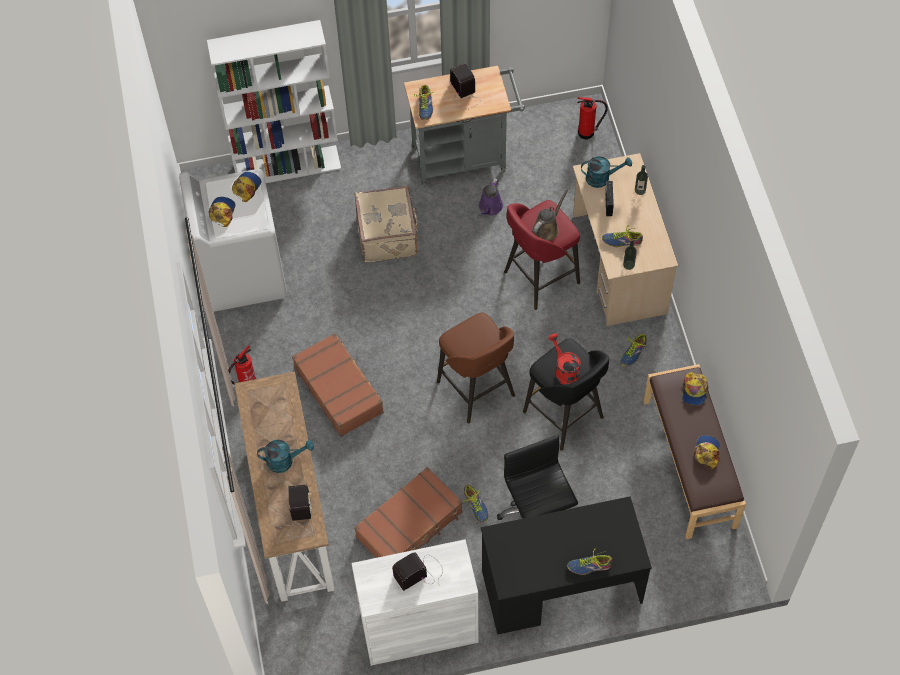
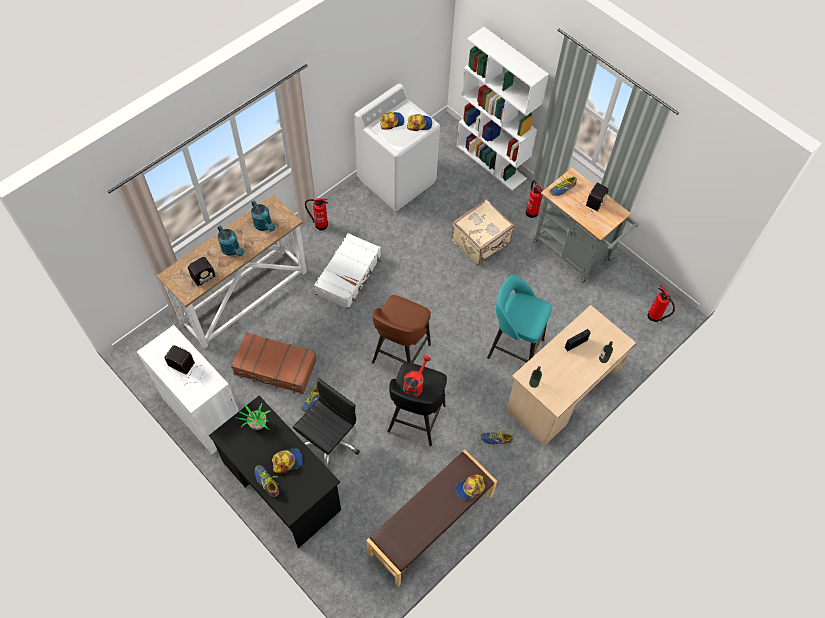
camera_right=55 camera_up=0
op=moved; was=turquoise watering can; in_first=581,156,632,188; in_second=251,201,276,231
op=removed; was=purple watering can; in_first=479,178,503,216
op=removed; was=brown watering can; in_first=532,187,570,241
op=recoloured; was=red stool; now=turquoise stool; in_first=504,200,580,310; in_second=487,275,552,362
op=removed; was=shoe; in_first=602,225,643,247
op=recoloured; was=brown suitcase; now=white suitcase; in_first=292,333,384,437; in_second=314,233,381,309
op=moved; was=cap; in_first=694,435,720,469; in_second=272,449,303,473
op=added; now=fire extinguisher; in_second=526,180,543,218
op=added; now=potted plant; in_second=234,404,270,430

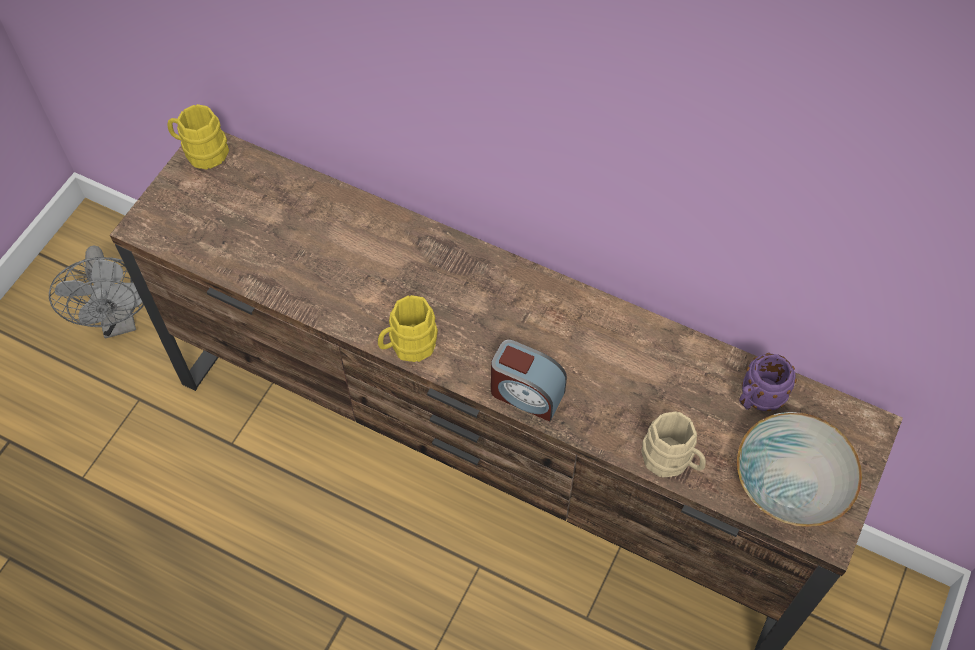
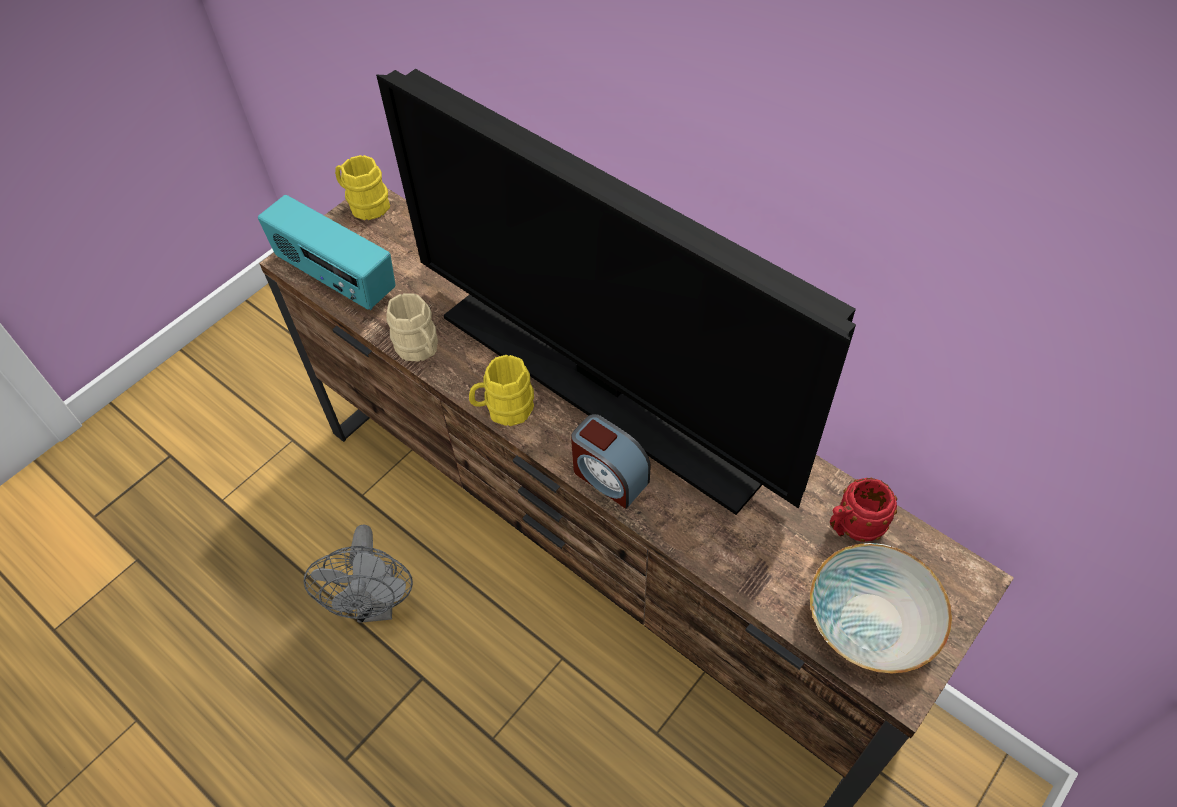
camera_right=15 camera_up=-5
op=moved; was=grey fan; in_first=49,245,144,339; in_second=303,524,413,623
op=recoloured; was=purple mug; now=red mug; in_first=739,353,797,411; in_second=830,478,897,542
op=moved; was=beige mug; in_first=641,412,706,478; in_second=386,293,438,361
op=added; now=television; in_second=376,69,856,515
op=added; now=radio; in_second=258,195,395,310

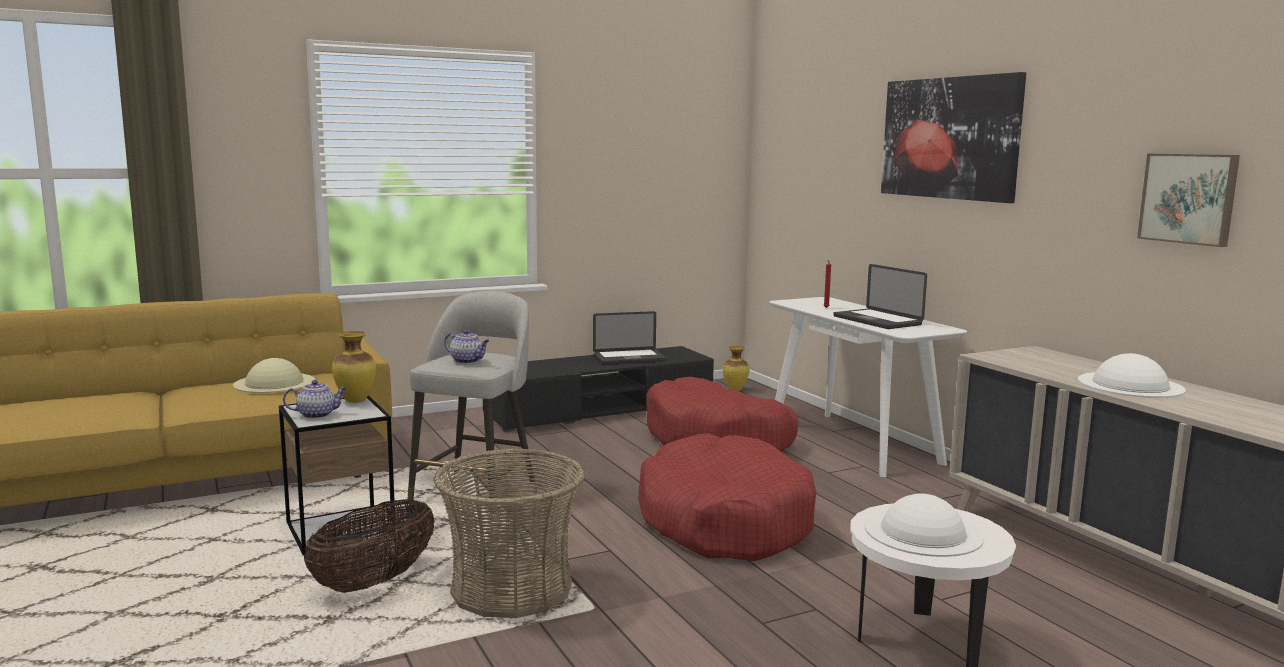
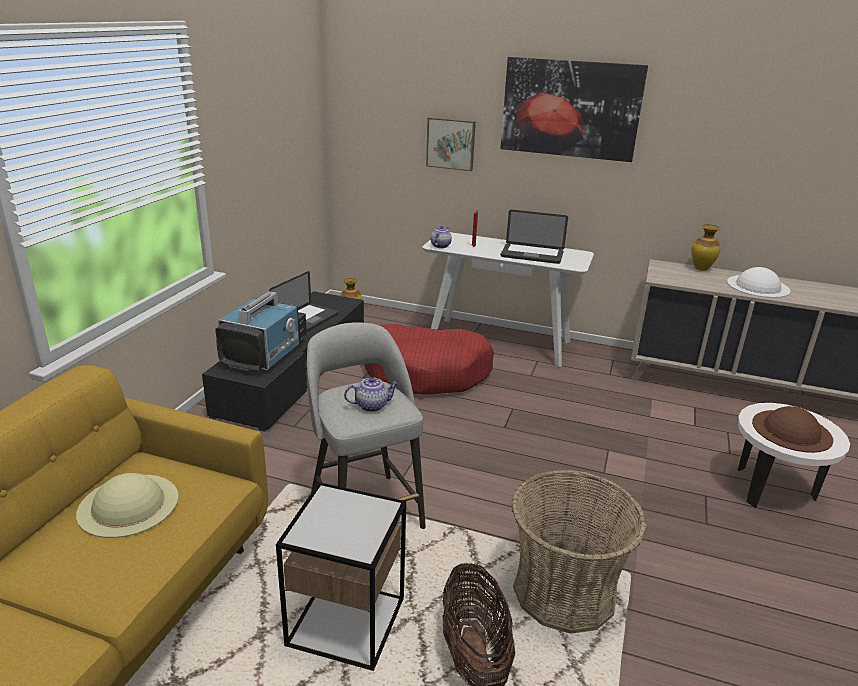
camera_right=-45 camera_up=15
op=moved; was=picture; in_first=1137,154,1240,247; in_second=426,117,476,171
op=moved; was=vase; in_first=332,331,376,403; in_second=691,225,721,271
op=moved; was=teapot; in_first=283,380,347,419; in_second=431,226,452,248
op=removed; was=red dog bed; in_first=638,433,816,561
op=recoloured; was=white hat; now=brown hat; in_first=865,494,984,557; in_second=752,406,834,453
op=added; now=television; in_second=215,291,307,371

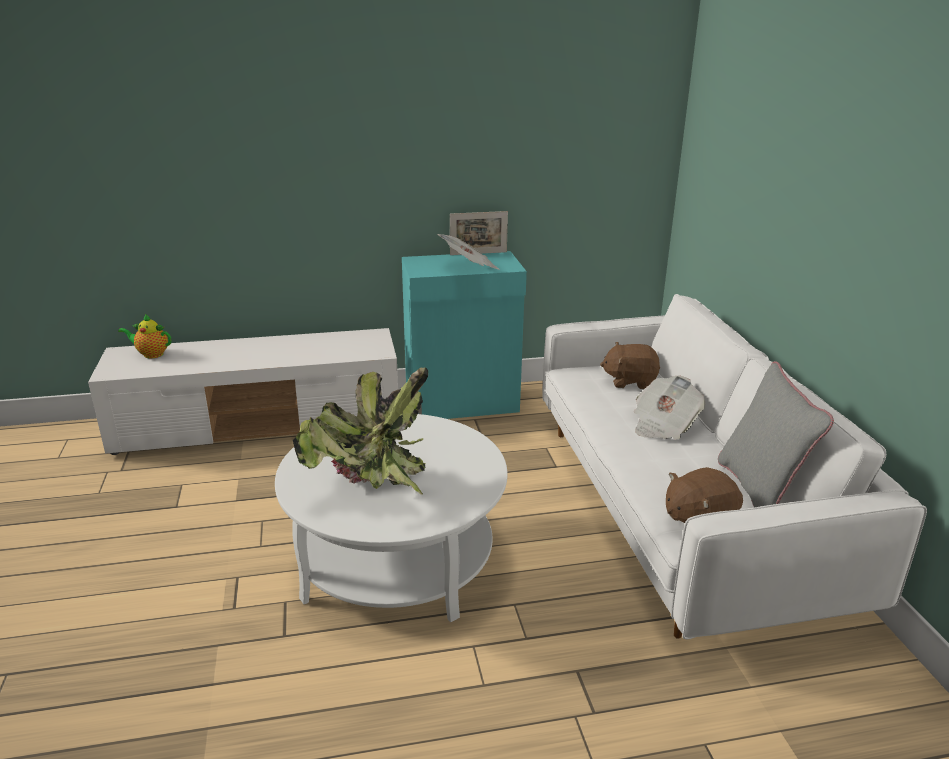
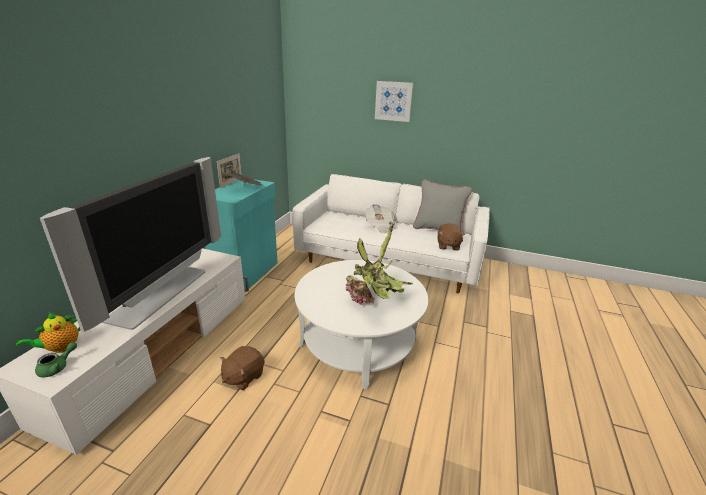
camera_right=-60 camera_up=0
op=moved; was=brown plush toy; in_first=600,342,660,389; in_second=220,346,265,390
op=added; now=picture; in_second=375,81,413,122
op=added; now=television; in_second=40,157,221,332
op=added; now=green teapot; in_second=35,342,77,377

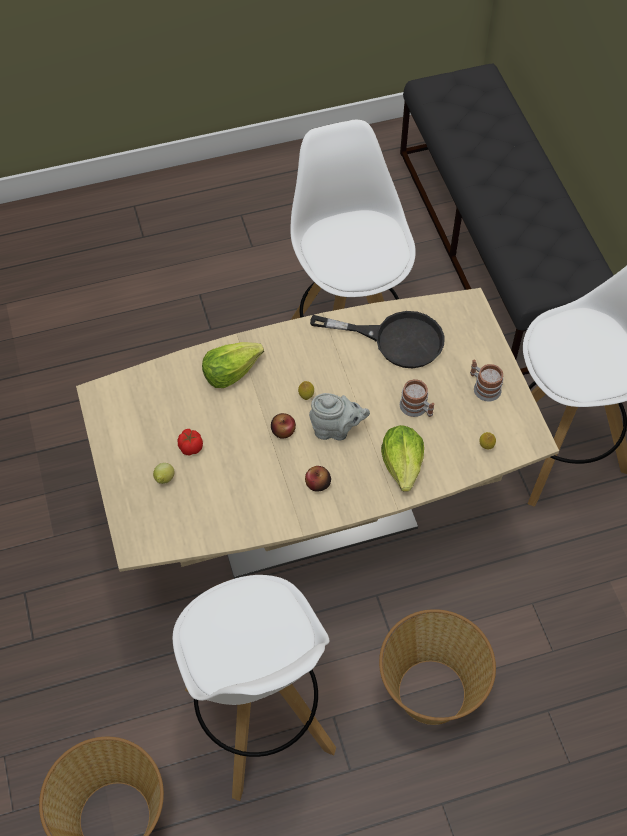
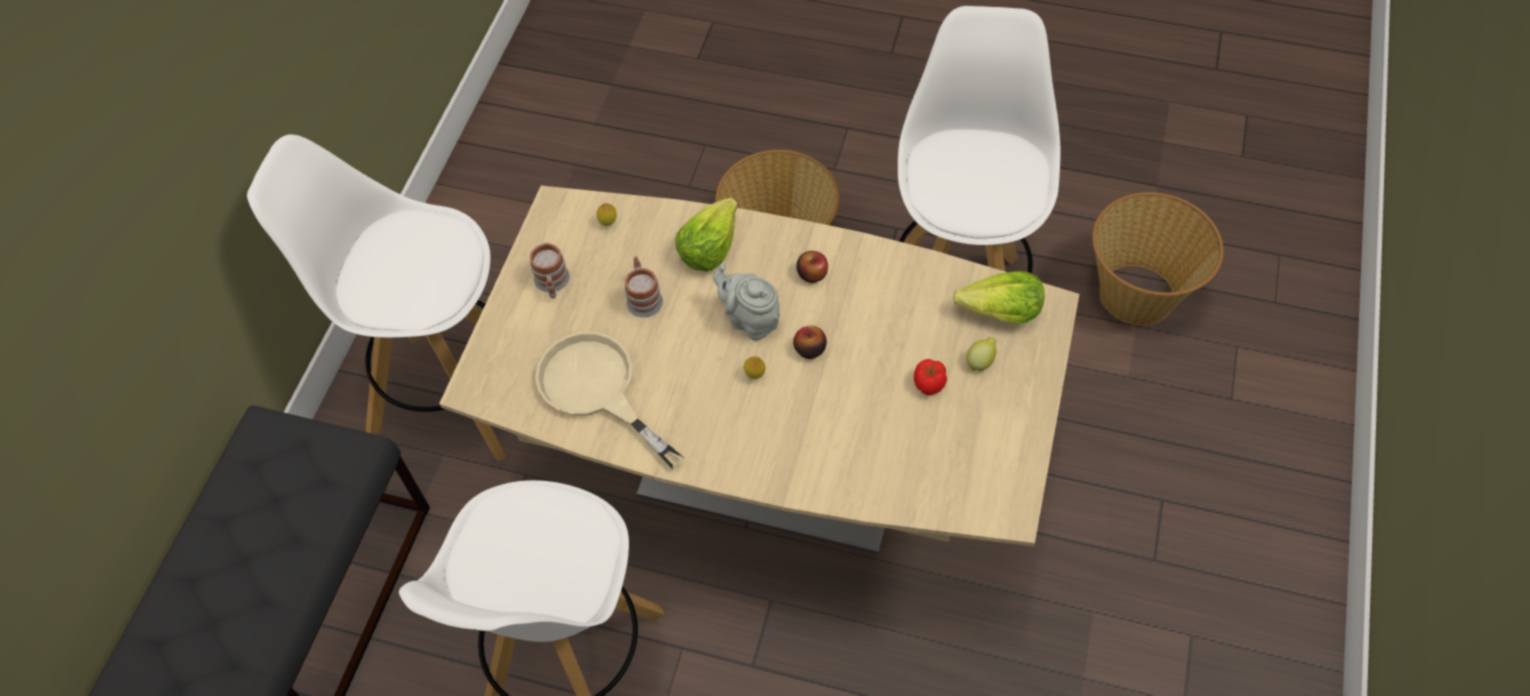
camera_right=-145 camera_up=0
op=recoloured; was=black frying pan; now=beige frying pan; in_first=310,311,445,368; in_second=535,332,685,469
op=moved; was=lettuce; in_first=202,342,264,388; in_second=953,271,1045,323

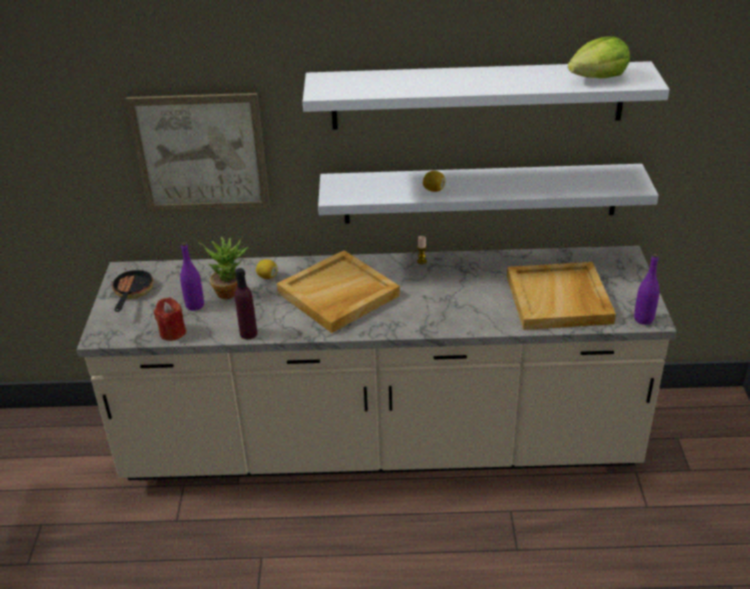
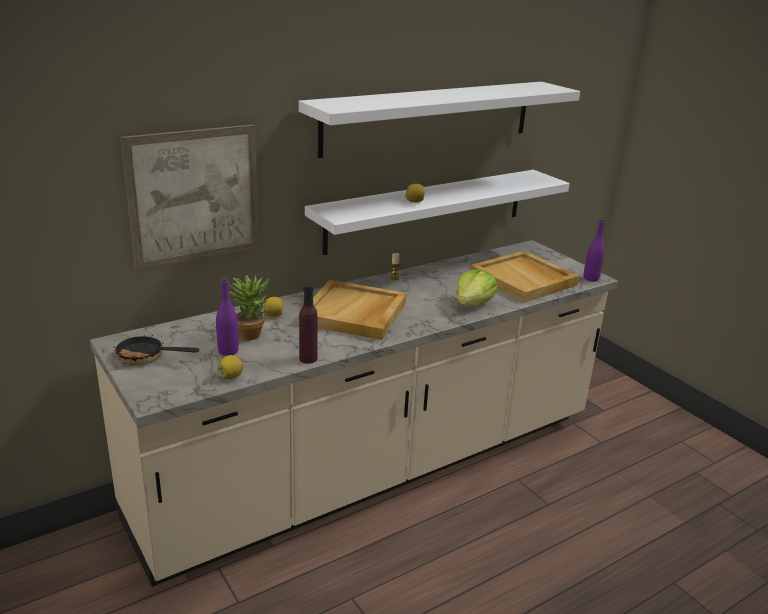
camera_right=-35 camera_up=-10
op=moved; was=lettuce; in_first=568,36,630,78; in_second=456,269,498,306
op=turned; was=frying pan; in_first=112,263,154,312; in_second=113,329,199,365; clockwise=-45
op=replaced; was=red candle; now=lemon; in_first=153,297,186,341; in_second=217,355,243,379

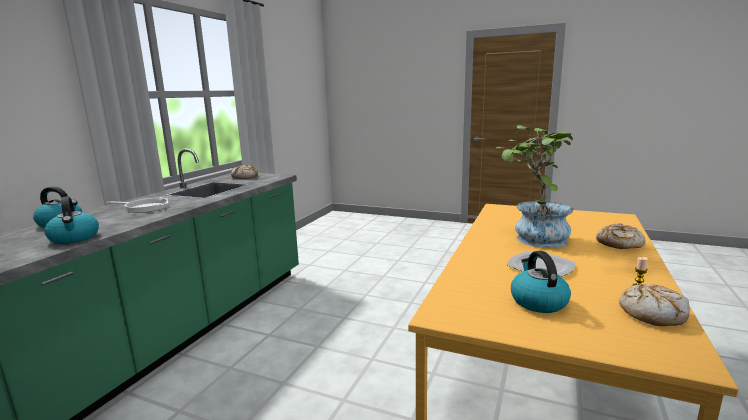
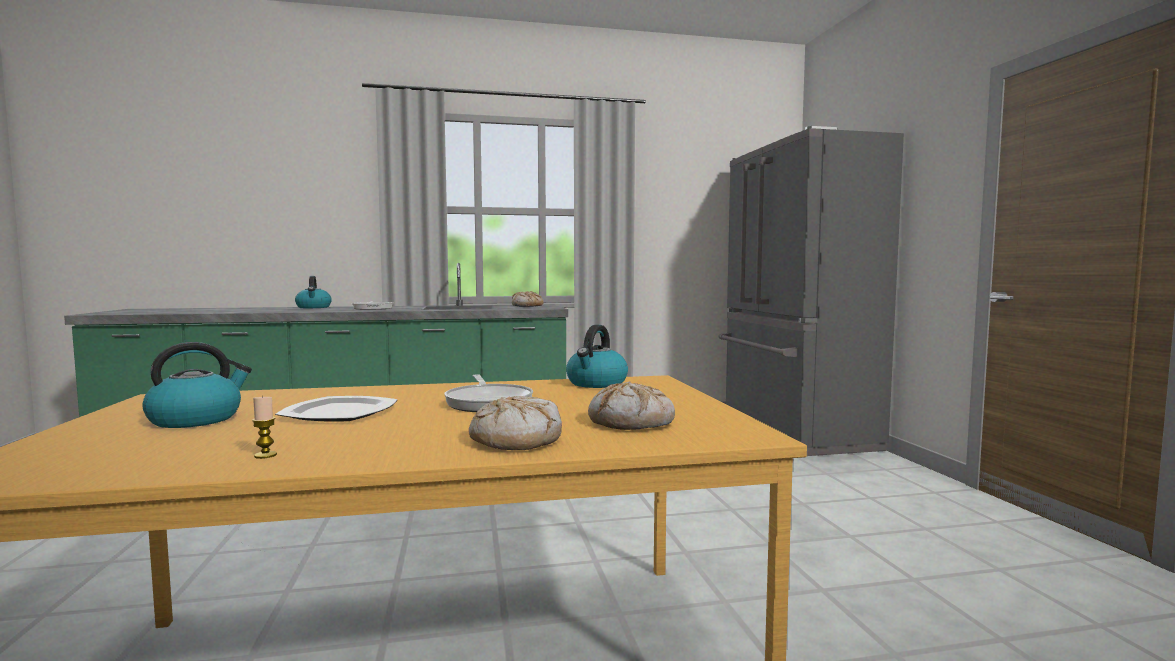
camera_right=55 camera_up=-10
op=replaced; was=potted plant; now=frying pan; in_first=496,125,573,248; in_second=444,374,533,412
op=moved; was=kettle; in_first=44,196,99,244; in_second=566,325,628,388
op=moved; was=bread; in_first=619,284,690,326; in_second=588,381,675,430
op=added; now=grey fridge; in_second=718,126,904,456

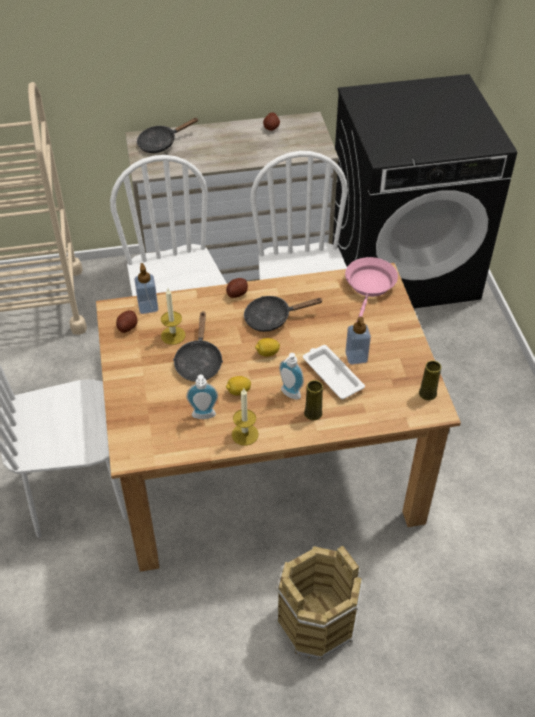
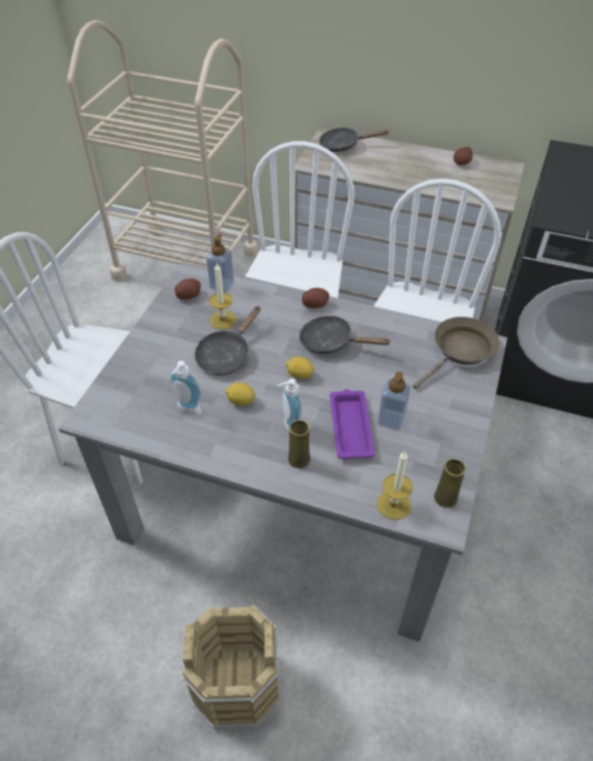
camera_right=30 camera_up=0
op=recoloured; was=pink frying pan; now=brown frying pan; in_first=345,257,398,321; in_second=413,317,499,389
op=recoloured; was=brown dining table; now=grey dining table; in_first=96,263,461,572; in_second=58,262,508,642
op=recoloured; was=white tray; now=purple tray; in_first=303,345,365,399; in_second=330,389,375,459
op=moved; was=candle; in_first=232,388,259,446; in_second=377,451,413,520

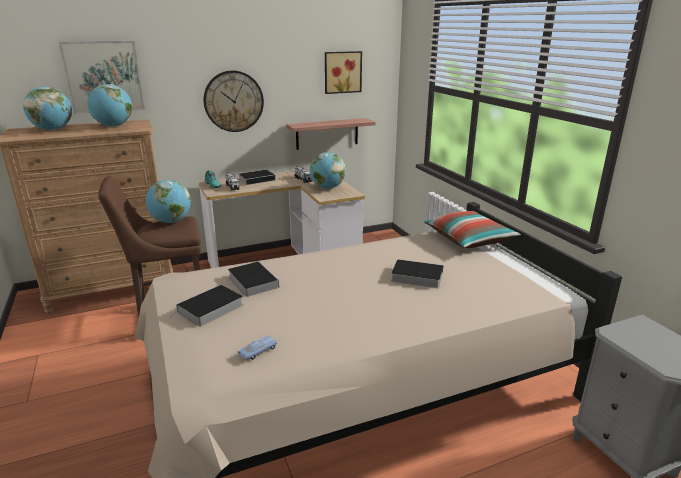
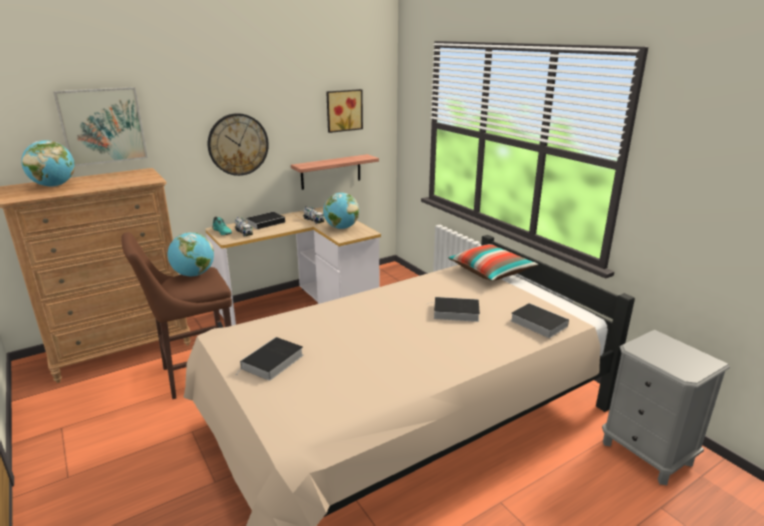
camera_right=-10 camera_up=0
op=removed; was=globe; in_first=88,84,132,127
op=moved; was=book; in_first=228,261,279,297; in_second=510,303,569,338
op=removed; was=blue toy car; in_first=237,336,277,360

